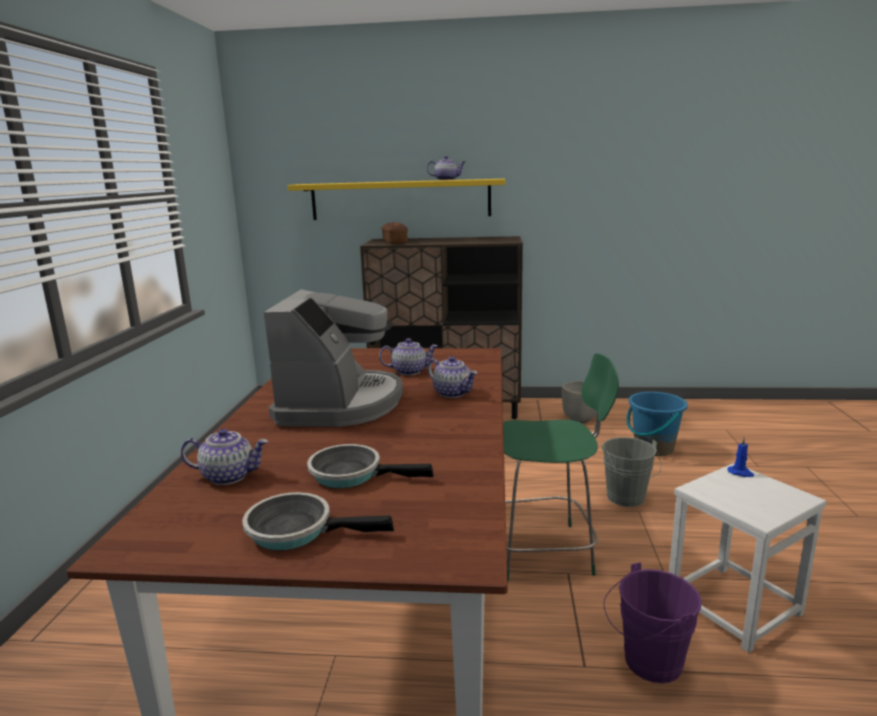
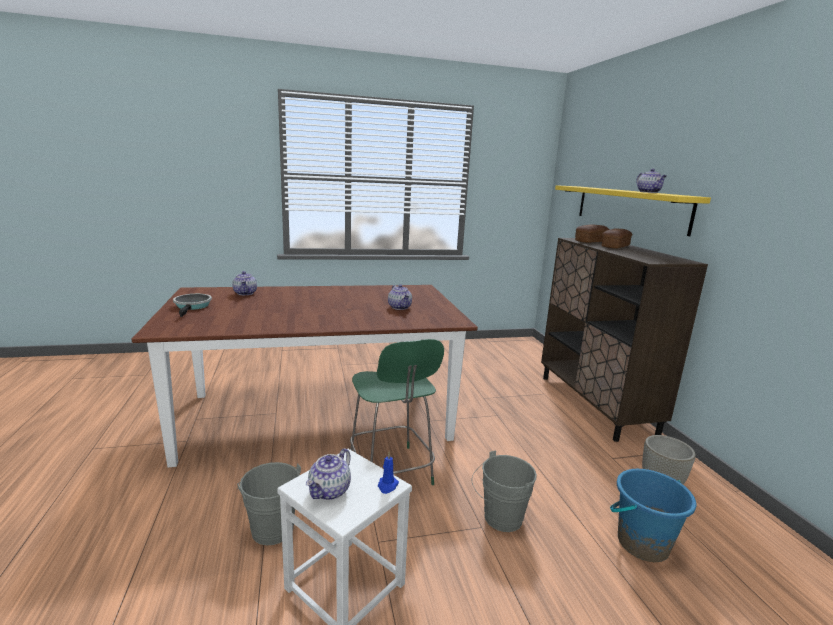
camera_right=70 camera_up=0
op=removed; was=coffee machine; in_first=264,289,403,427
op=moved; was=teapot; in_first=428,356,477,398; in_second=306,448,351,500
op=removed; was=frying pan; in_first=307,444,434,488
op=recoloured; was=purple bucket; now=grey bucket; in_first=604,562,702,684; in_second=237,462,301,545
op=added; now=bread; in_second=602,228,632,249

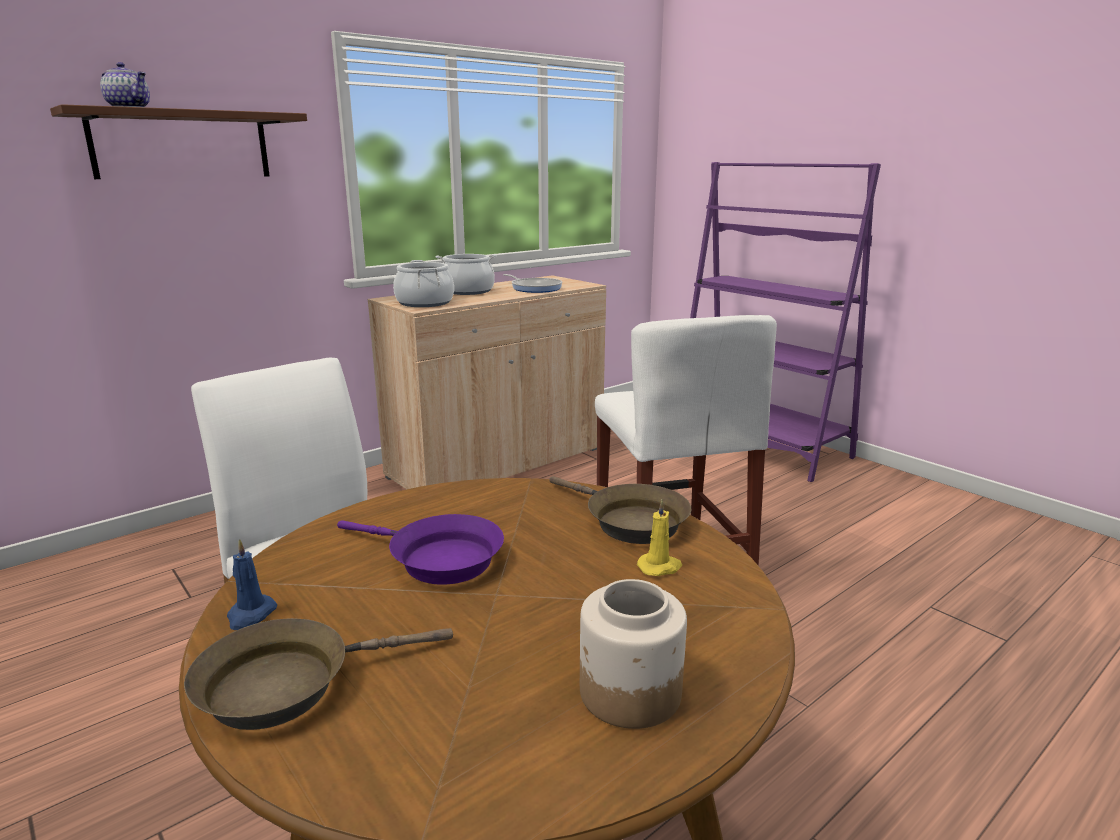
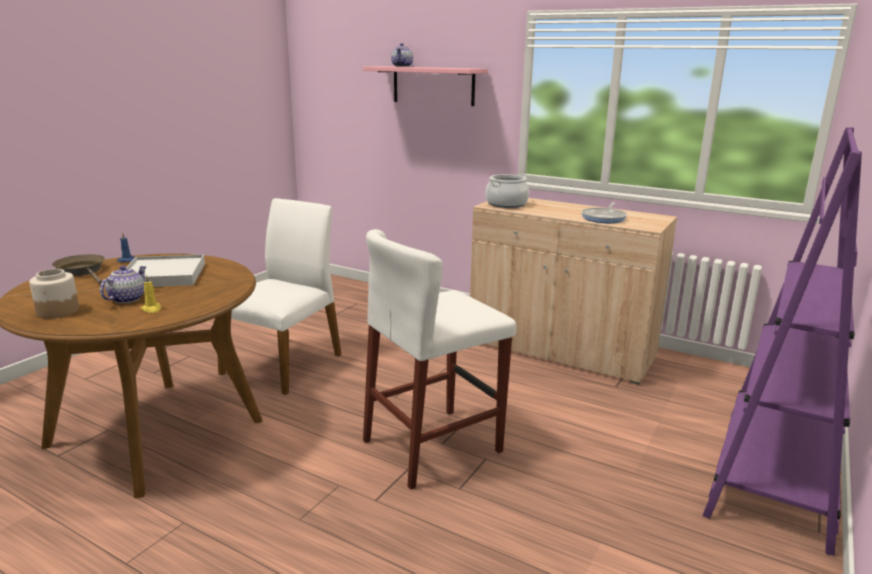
camera_right=70 camera_up=0
op=recoloured; was=brown shelf; now=pink shelf; in_first=50,104,307,179; in_second=363,66,488,106
op=removed; was=cooking pot; in_first=435,254,497,295
op=removed; was=brown frying pan; in_first=549,476,691,544
op=replaced; was=purple frying pan; now=white tray; in_first=337,514,504,585; in_second=126,254,205,287
op=added; now=teapot; in_second=100,266,147,303

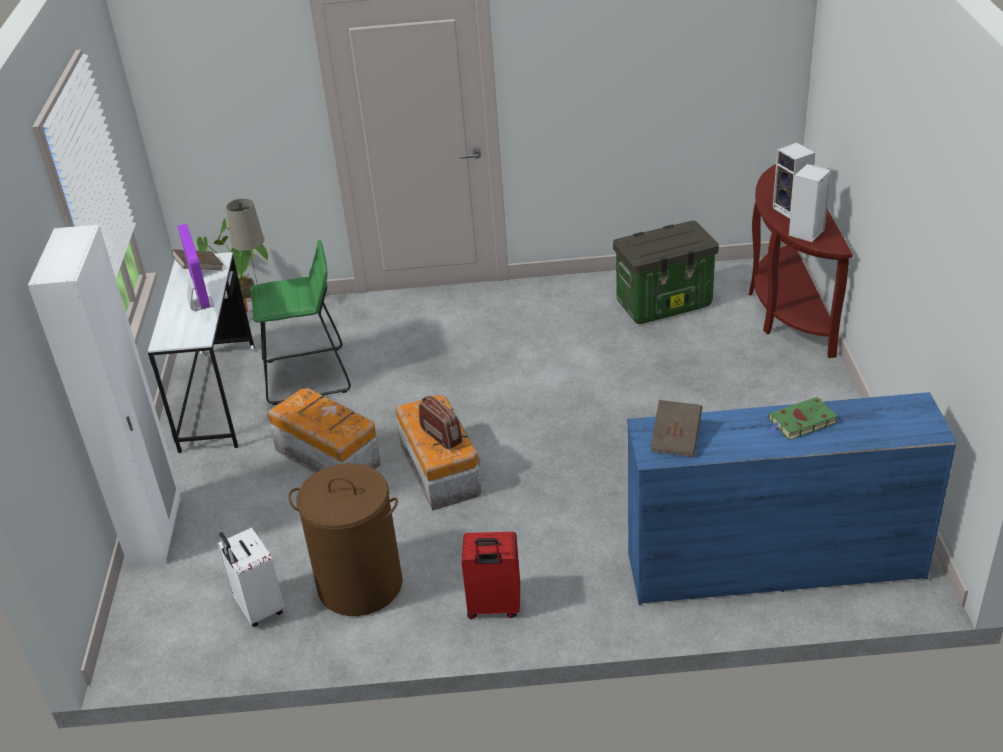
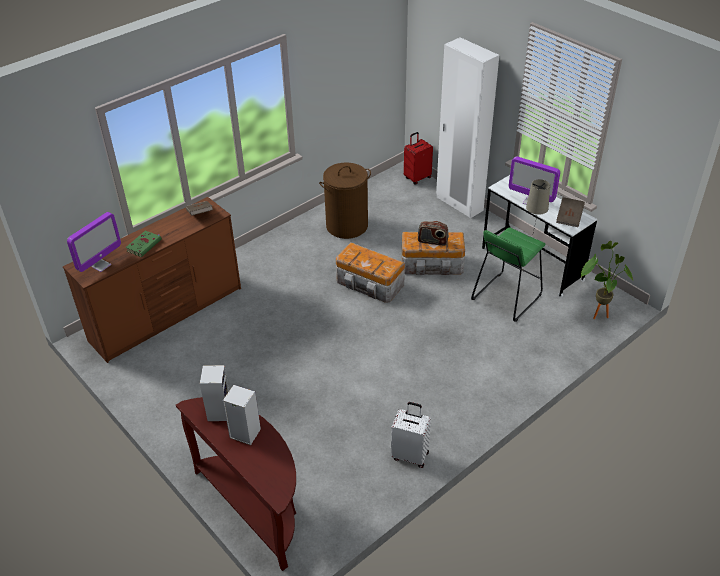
camera_right=140 camera_up=5
op=removed; was=storage box; in_first=613,221,719,324
op=recoloured; was=blue dresser; now=brown dresser; in_first=627,392,957,605; in_second=63,197,241,363
op=moved; was=radio; in_first=419,396,462,450; in_second=418,221,449,246
op=moved; was=white suitcase; in_first=218,528,285,627; in_second=391,402,431,468
op=moved; was=red suitcase; in_first=462,532,520,619; in_second=404,132,433,184
op=added; now=monitor; in_second=67,212,121,272

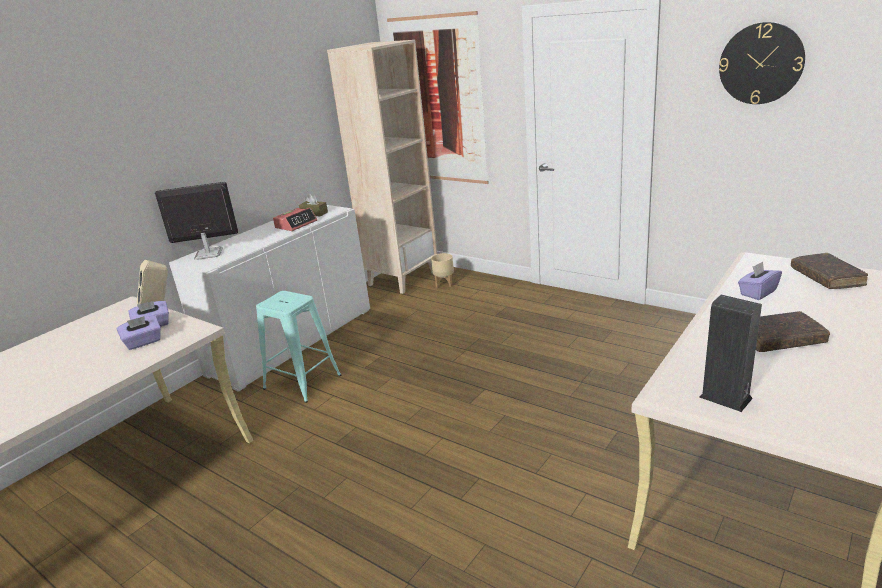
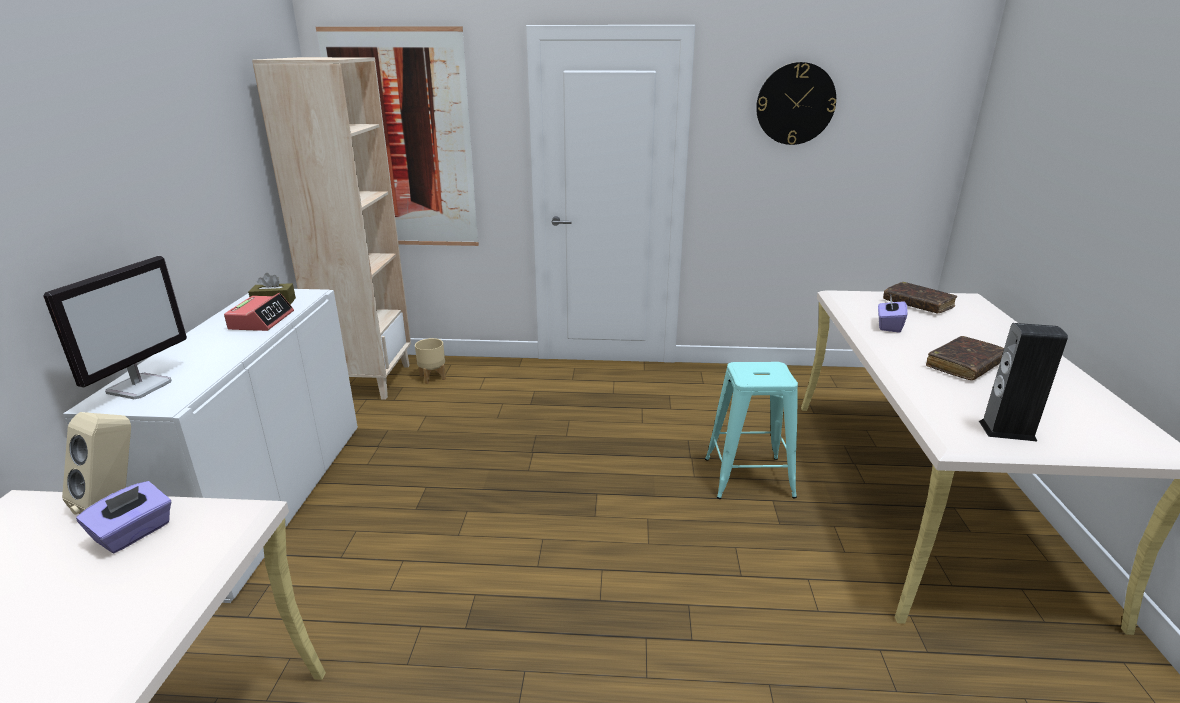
camera_right=-35 camera_up=0
op=turned; was=monitor; in_first=155,182,238,260; in_second=43,256,187,399; clockwise=150
op=moved; was=turquoise stool; in_first=256,291,341,403; in_second=705,362,798,499
op=removed; was=purple tissue box; in_first=117,316,161,350

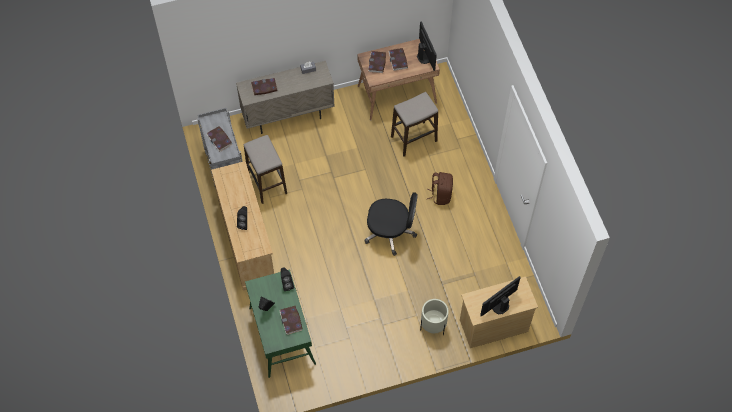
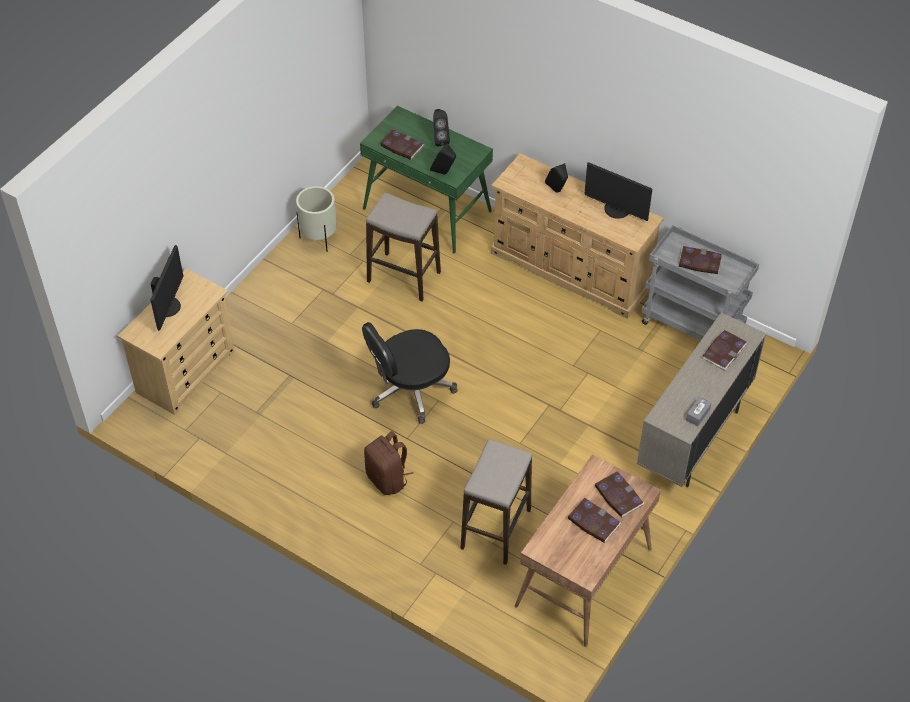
camera_right=140 camera_up=-10
op=moved; was=monitor; in_first=417,22,437,71; in_second=584,162,652,221
op=moved; was=stool; in_first=244,135,287,204; in_second=366,193,441,301
op=moved; was=beige planter; in_first=420,299,449,335; in_second=296,186,337,252

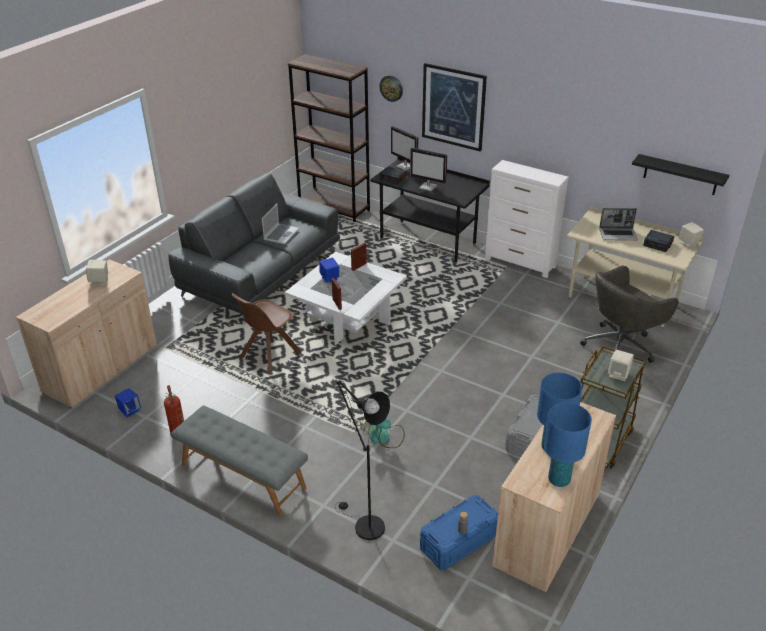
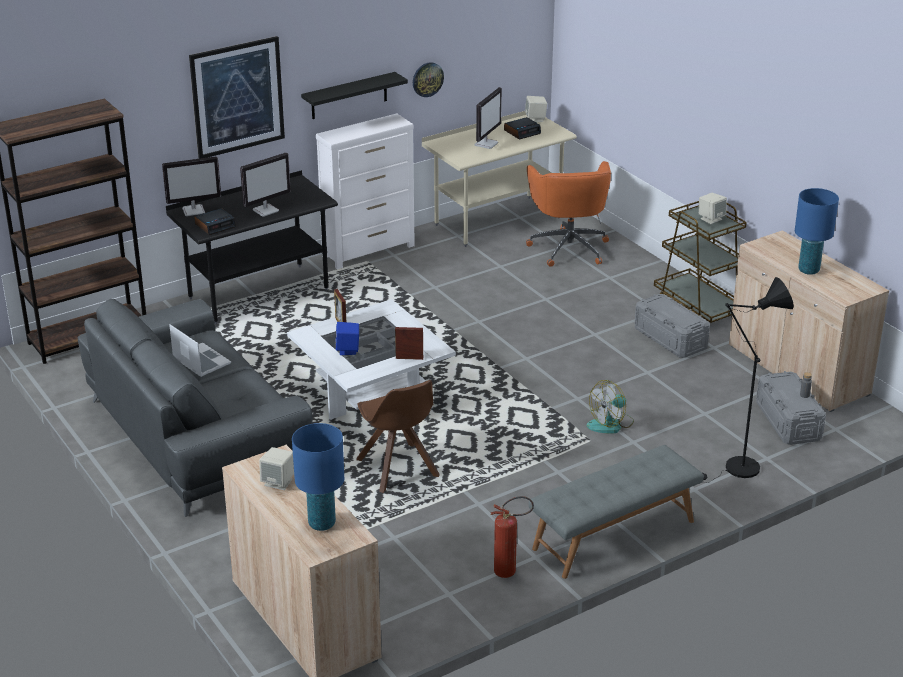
camera_right=-65 camera_up=-5
op=moved; was=wall clock; in_first=379,75,403,102; in_second=413,62,444,97
op=moved; was=black shelf; in_first=632,154,729,195; in_second=301,72,408,119
op=replaced; was=laptop; now=monitor; in_first=599,208,638,240; in_second=475,87,502,149
op=recoloured; was=grey office chair; now=orange office chair; in_first=580,266,678,363; in_second=526,161,611,267
op=removed; was=blue speaker; in_first=115,388,141,417
op=moved; was=blue table lamp; in_first=544,403,592,487; in_second=292,423,344,531
op=recoloured; was=blue storage box; now=grey storage box; in_first=420,495,498,570; in_second=756,371,826,445

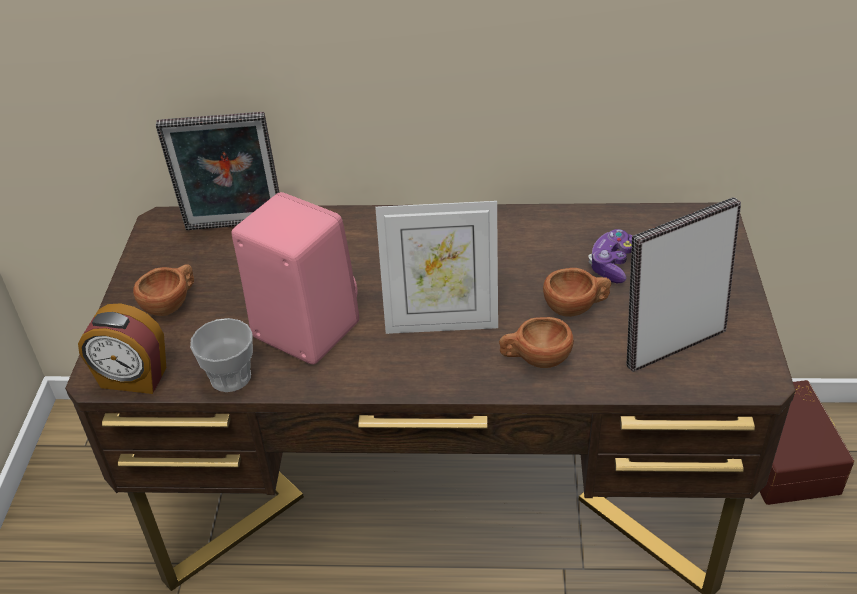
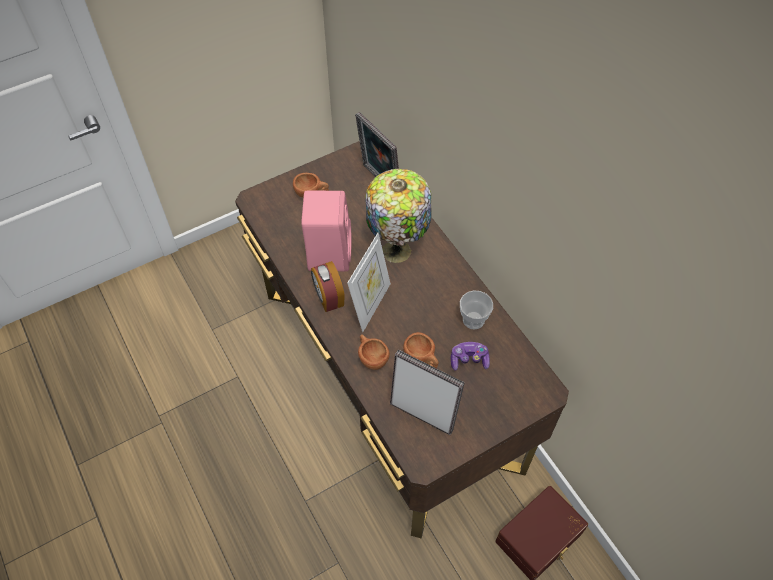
camera_right=55 camera_up=15
op=turned; was=picture frame; in_first=375,201,498,334; in_second=347,233,391,332; clockwise=-120
op=moved; was=alarm clock; in_first=78,303,166,394; in_second=311,261,345,312
op=moved; was=cup; in_first=190,318,253,392; in_second=460,291,493,329
op=added; now=table lamp; in_second=365,169,432,263

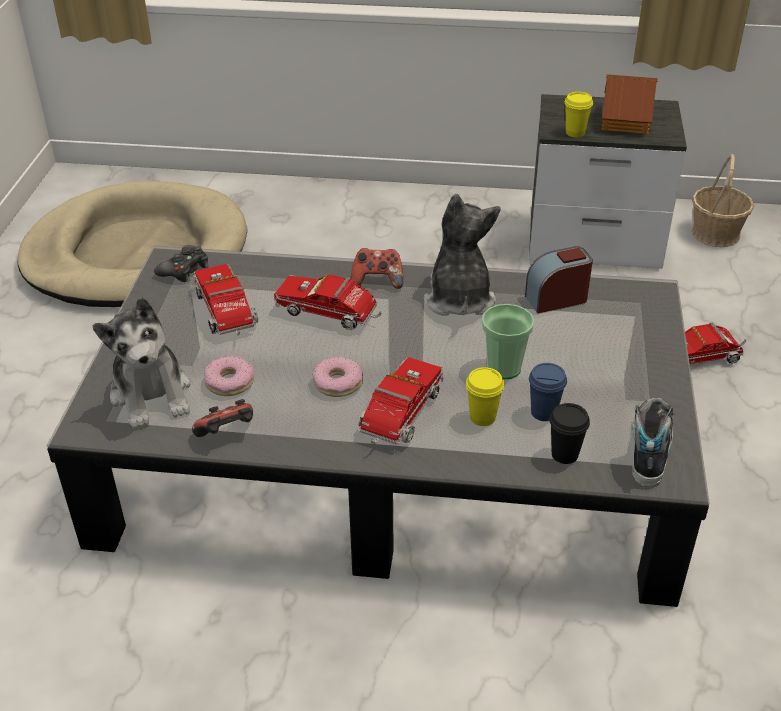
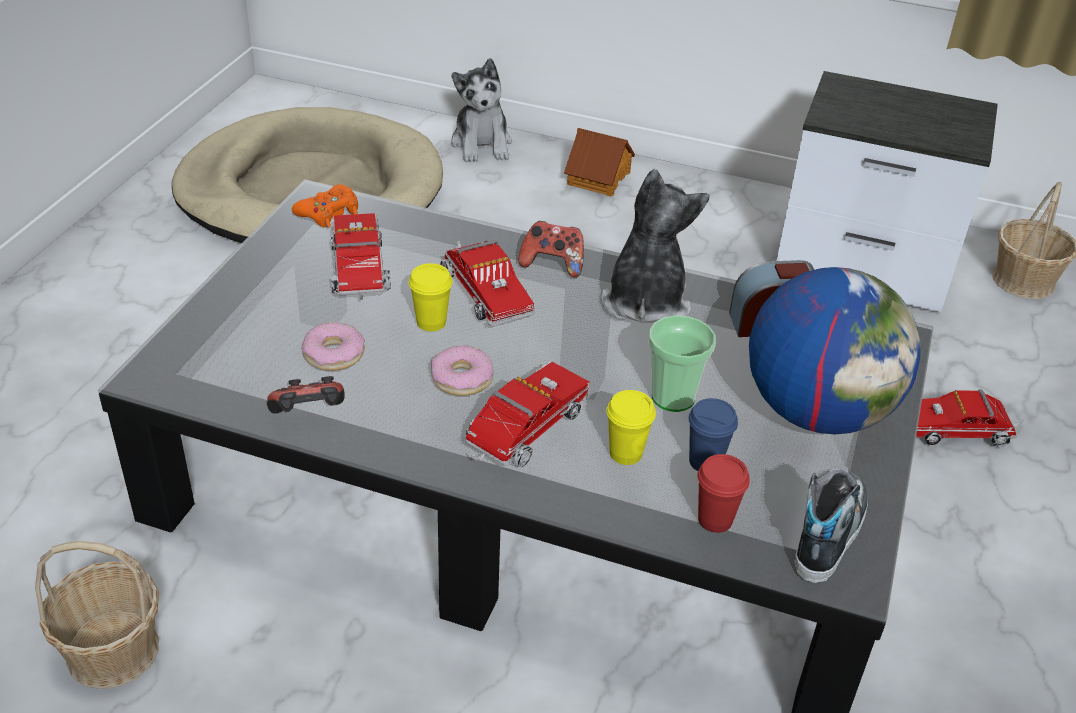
camera_right=10 camera_up=0
op=moved; was=toy house; in_first=601,74,658,134; in_second=564,128,635,196
op=moved; was=yellow cup; in_first=565,92,593,137; in_second=409,263,452,331
op=recoloured; was=black game controller; now=orange game controller; in_first=154,245,209,282; in_second=292,184,358,228
op=turned; was=toy truck; in_first=274,274,382,330; in_second=440,240,535,326; clockwise=-150
op=moved; was=plush toy; in_first=92,297,191,429; in_second=451,58,512,162
op=recoloured; was=black cup; now=red cup; in_first=549,403,590,464; in_second=697,454,750,533
op=added; now=globe; in_second=749,267,921,434
op=added; now=basket; in_second=35,541,159,689

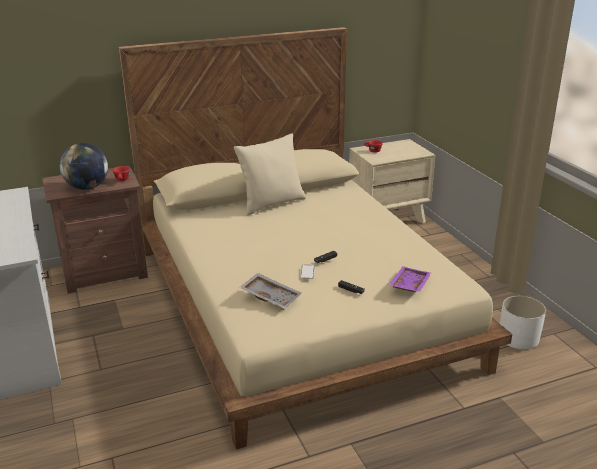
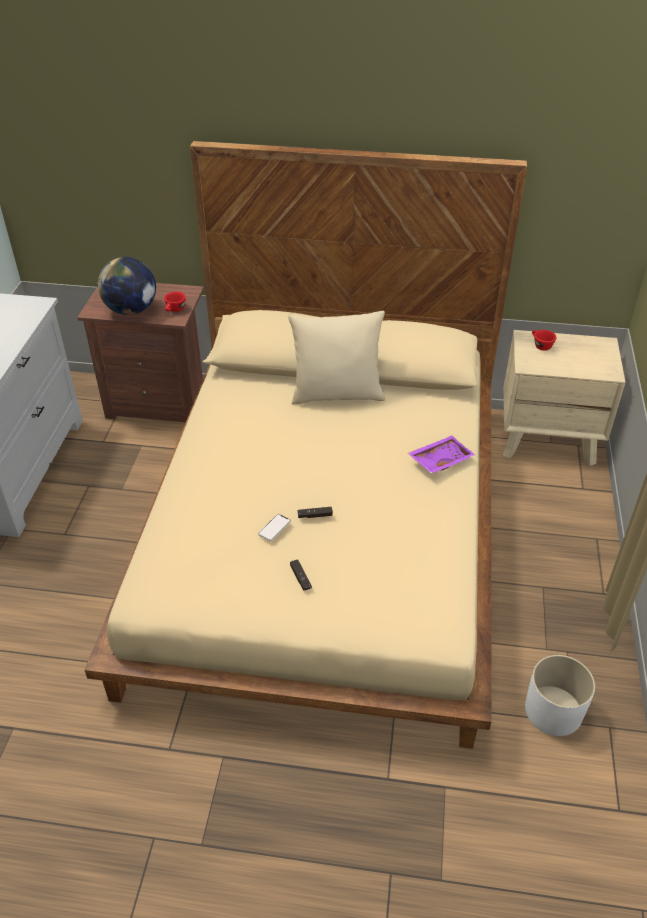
camera_right=30 camera_up=15
op=moved; was=purple tray; in_first=389,266,431,292; in_second=408,435,475,474
op=removed; was=grey tray; in_first=240,273,301,309

